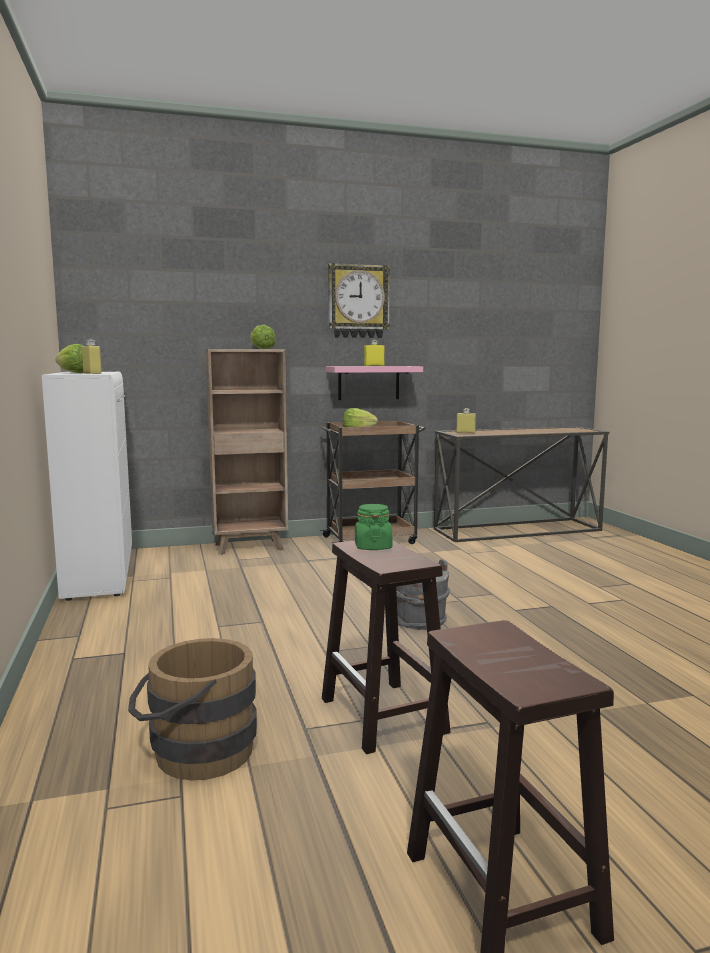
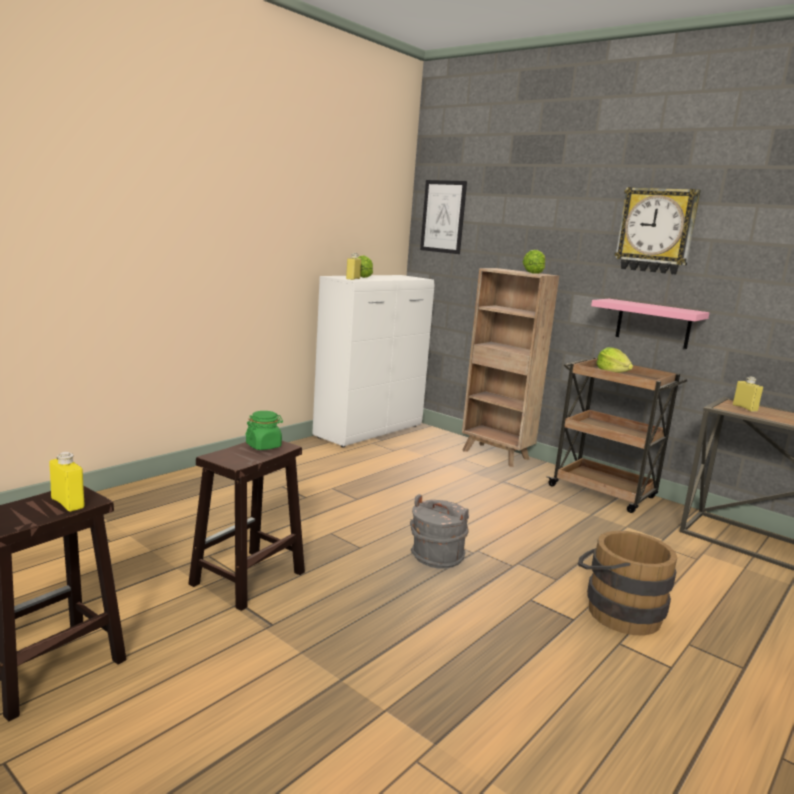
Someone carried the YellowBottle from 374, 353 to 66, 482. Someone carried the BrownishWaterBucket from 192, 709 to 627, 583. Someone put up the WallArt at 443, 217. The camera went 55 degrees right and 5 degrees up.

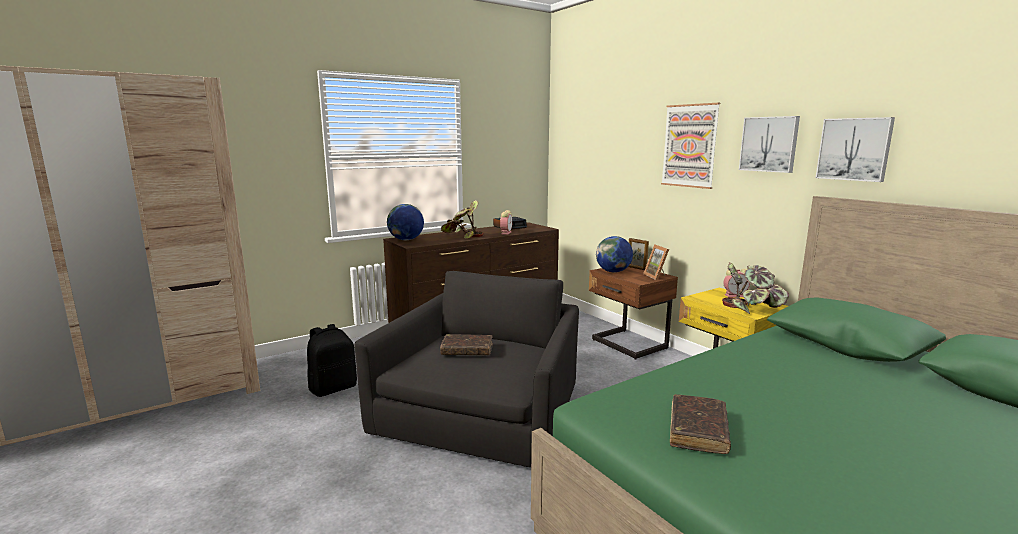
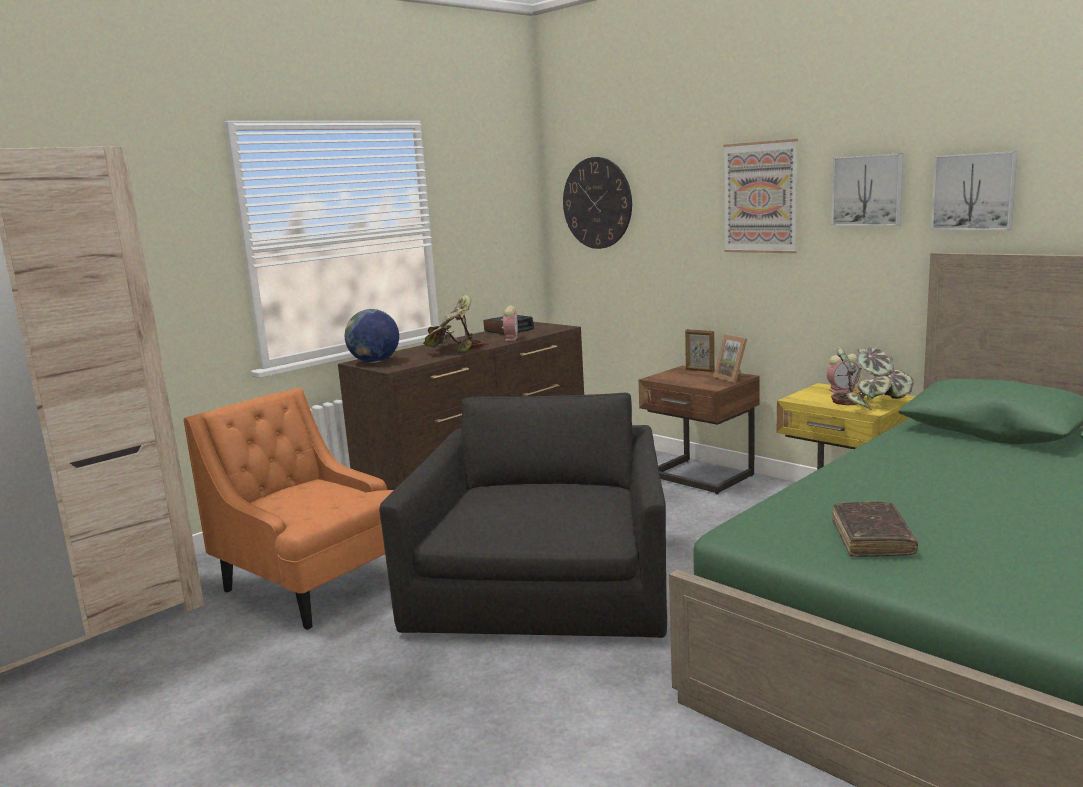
Someone took away the DeskGlobe at 614, 254. Someone swapped the BlackColouredRucksack at 332, 360 for the OrangeColouredEasyChair at 289, 508. Someone took away the BrownishBoundBook at 466, 344. Someone put up the HangingClock at 597, 203. The camera went 10 degrees left and 0 degrees up.

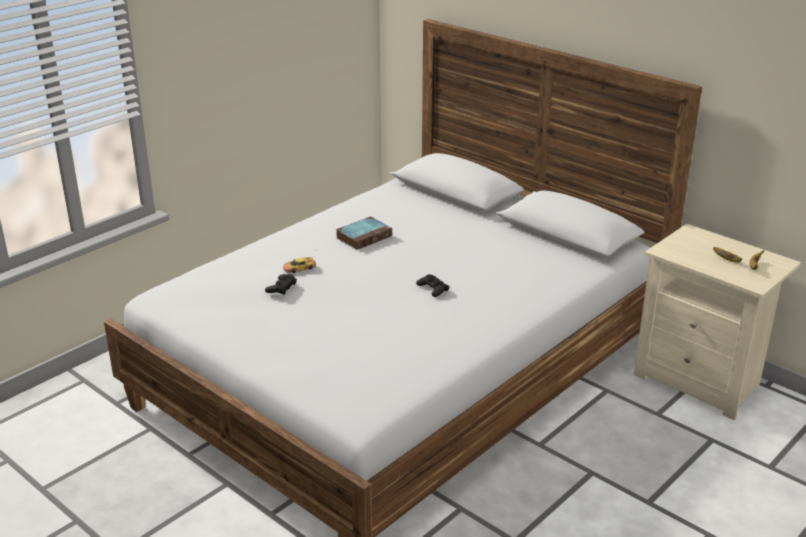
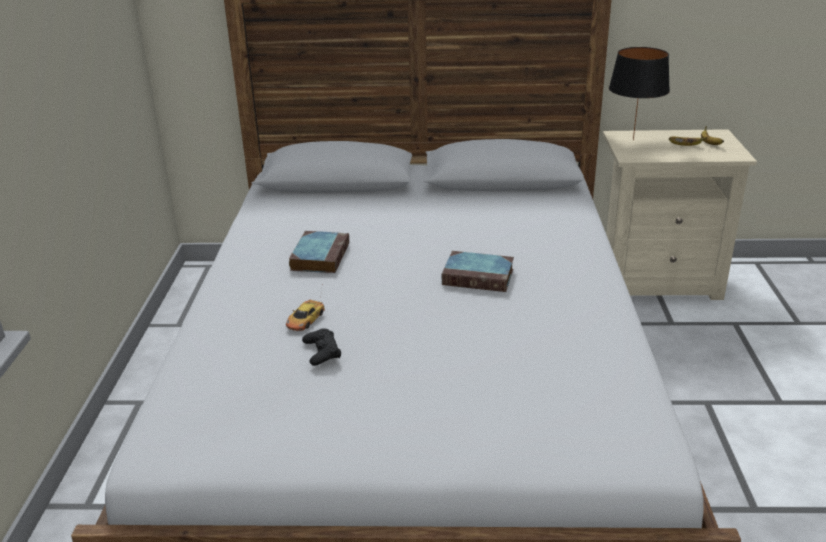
Someone swapped the BlackColouredGameController at 432, 285 for the BoundBook at 478, 271. Someone put down the BlackColouredLampForATable at 639, 93. The camera went 40 degrees left and 0 degrees up.

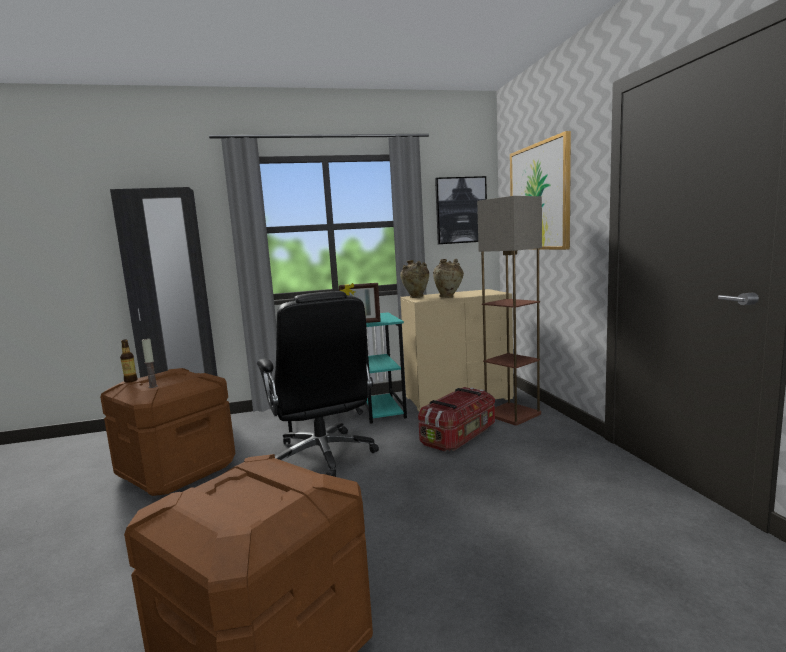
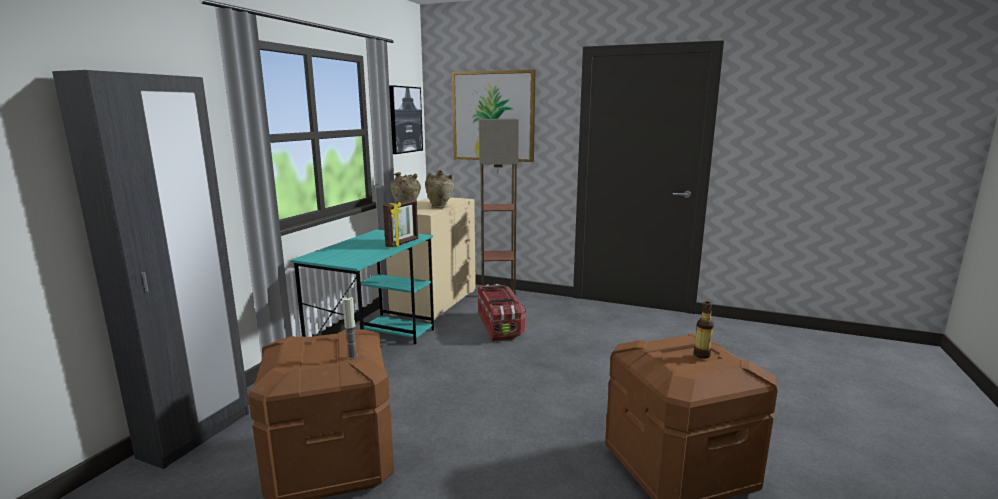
Someone took away the BlackColouredComputerChair at 318, 384. Someone carried the Bottle from 128, 361 to 704, 330. The camera went 55 degrees left and 5 degrees up.

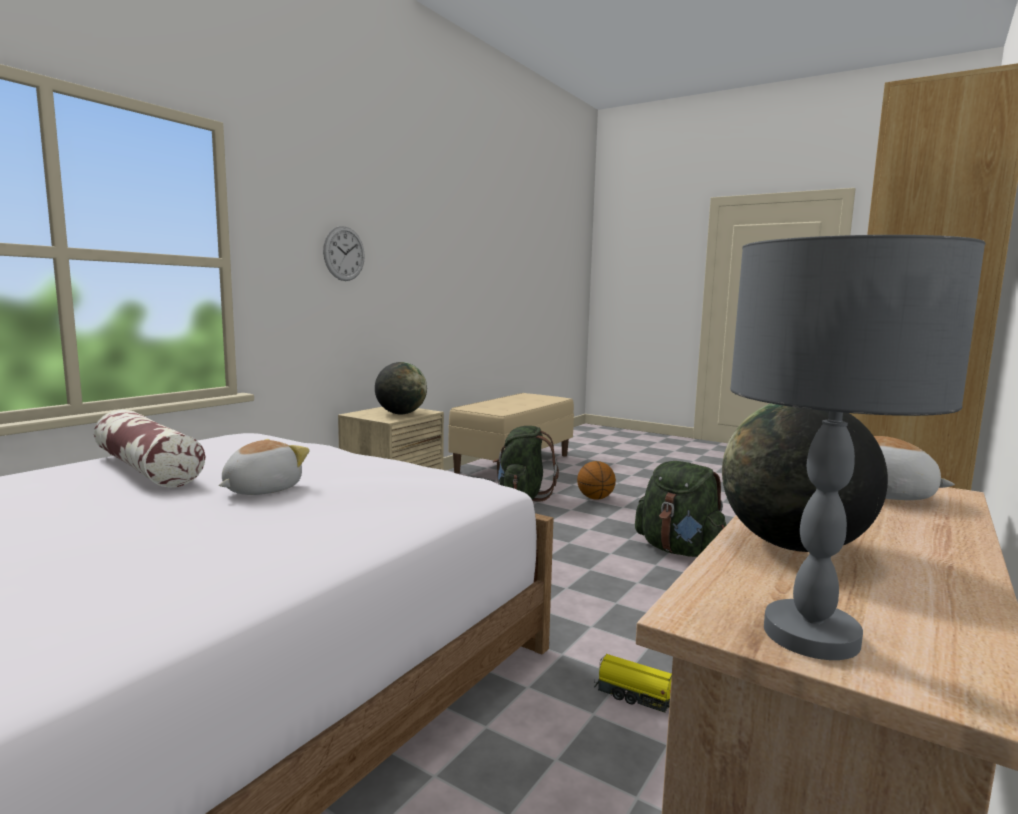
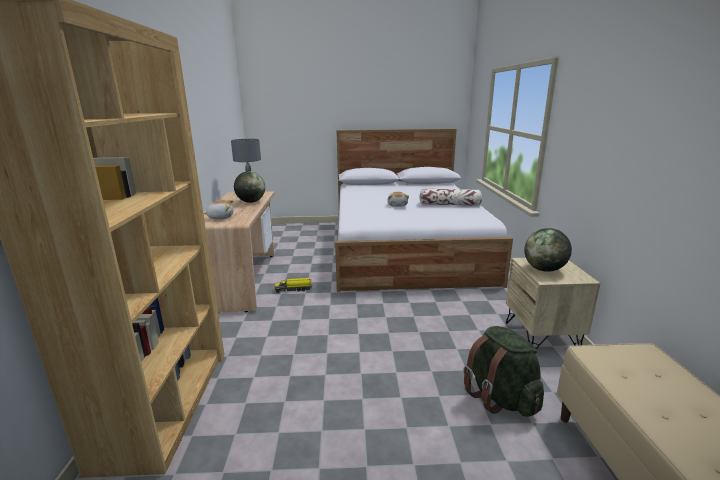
Someone took away the HangingClock at 344, 253. Someone took away the BallForBasketball at 596, 480. Someone took away the GreenishRucksack at 680, 509. The camera went 145 degrees right and 10 degrees up.

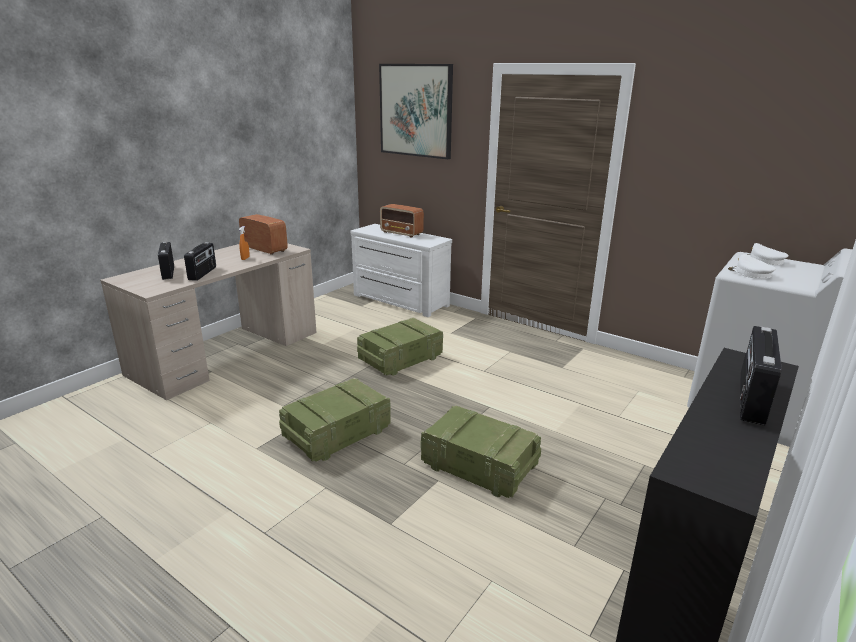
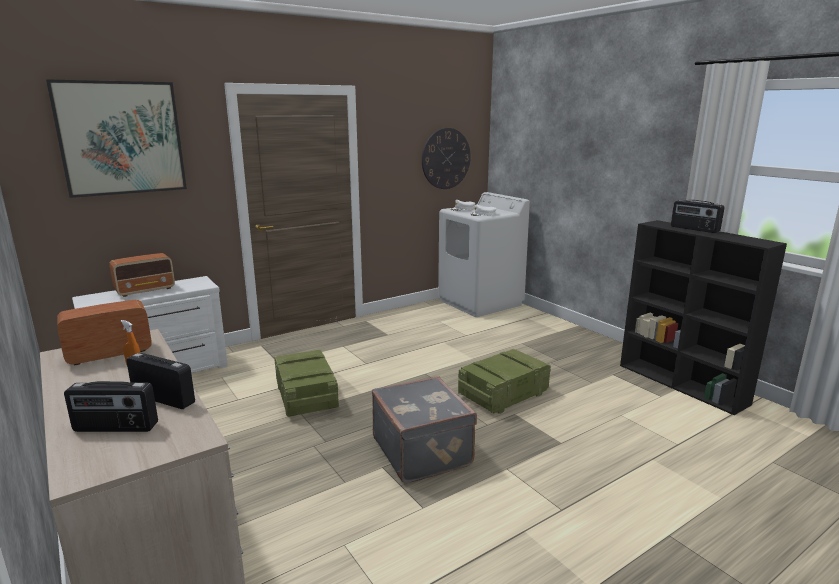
Someone swapped the PackingCrate at 335, 420 for the GreyishTravelCase at 424, 429. Someone put up the HangingClock at 446, 158. The camera went 70 degrees left and 5 degrees down.

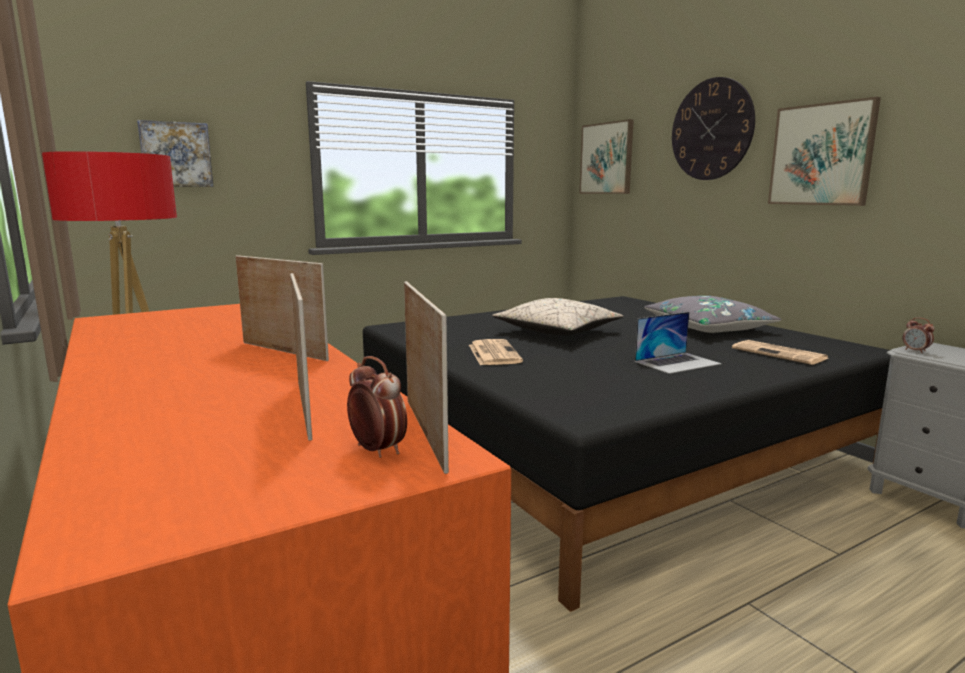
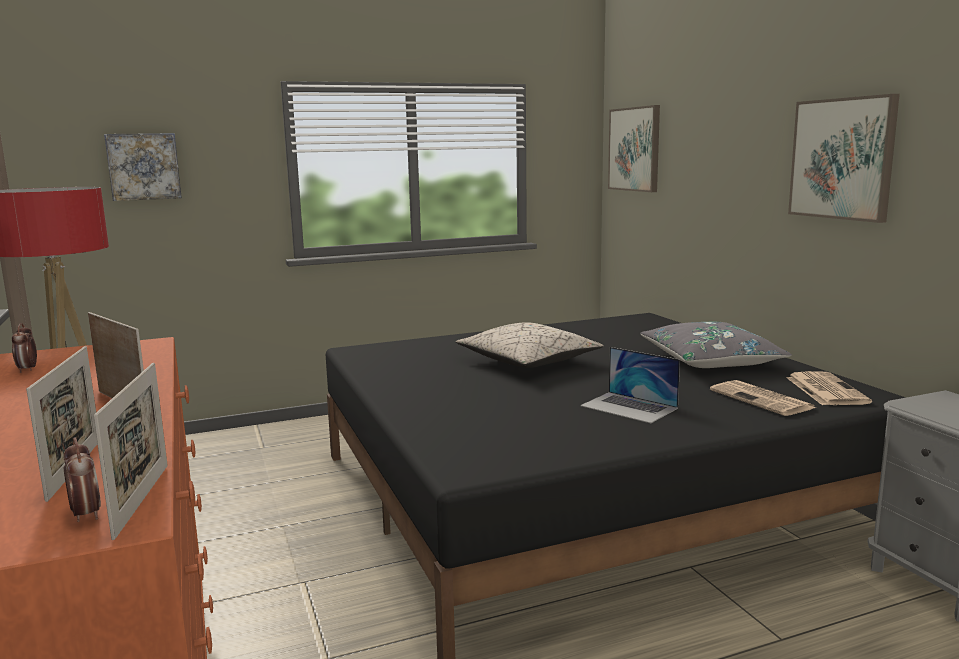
Someone took away the HangingClock at 713, 128. Someone rotated the Laptop at 678, 343 by 60 degrees clockwise. Someone carried the AlarmClock from 918, 335 to 24, 348. Someone carried the Newspaper from 496, 352 to 829, 388. The camera went 10 degrees right and 0 degrees up.

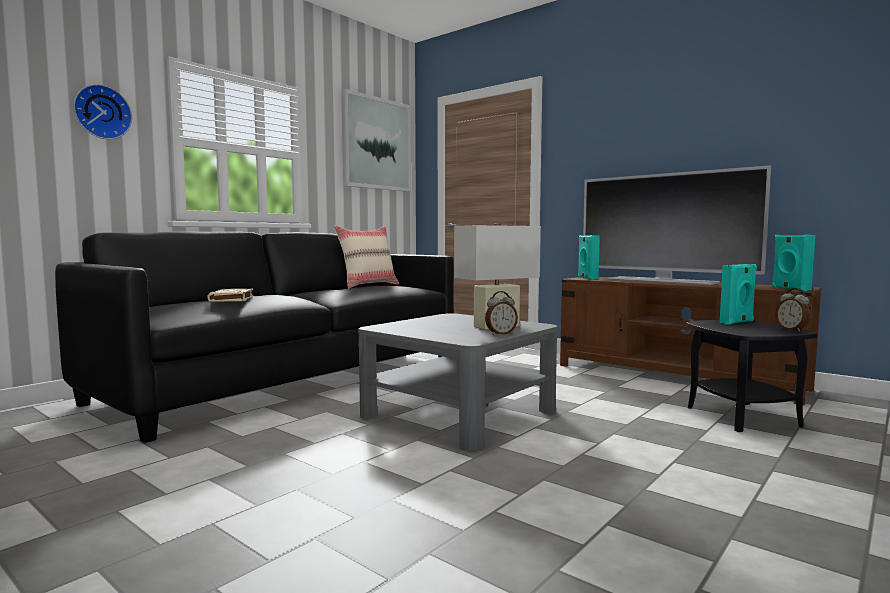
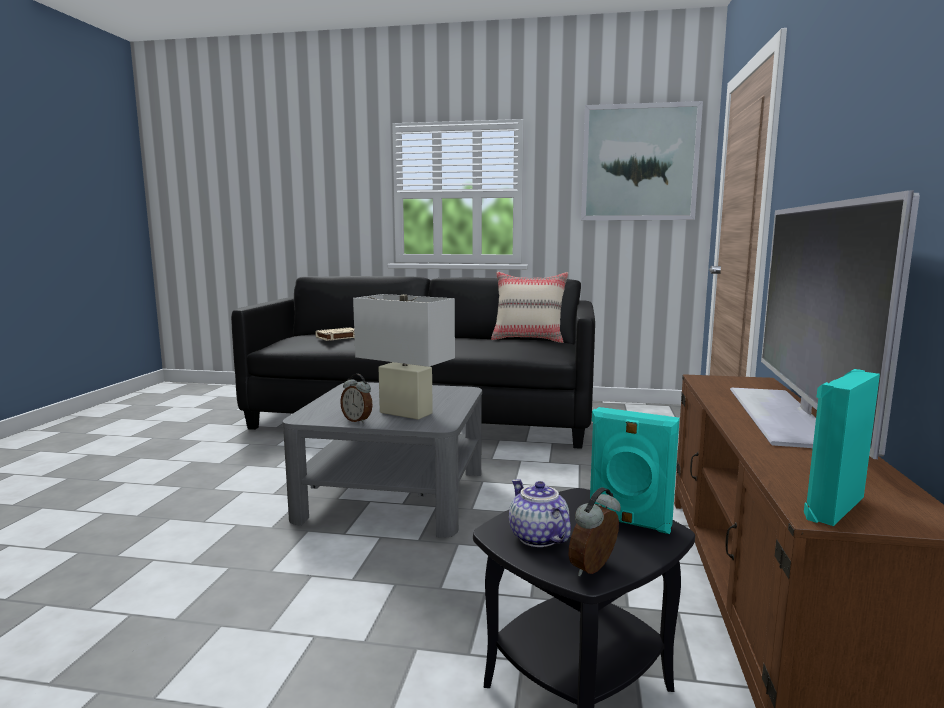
Someone took away the HangingClock at 102, 112. Someone took away the TurquoiseLoudspeaker at 589, 257. Someone put down the PotForTea at 540, 513. The camera went 60 degrees right and 5 degrees up.

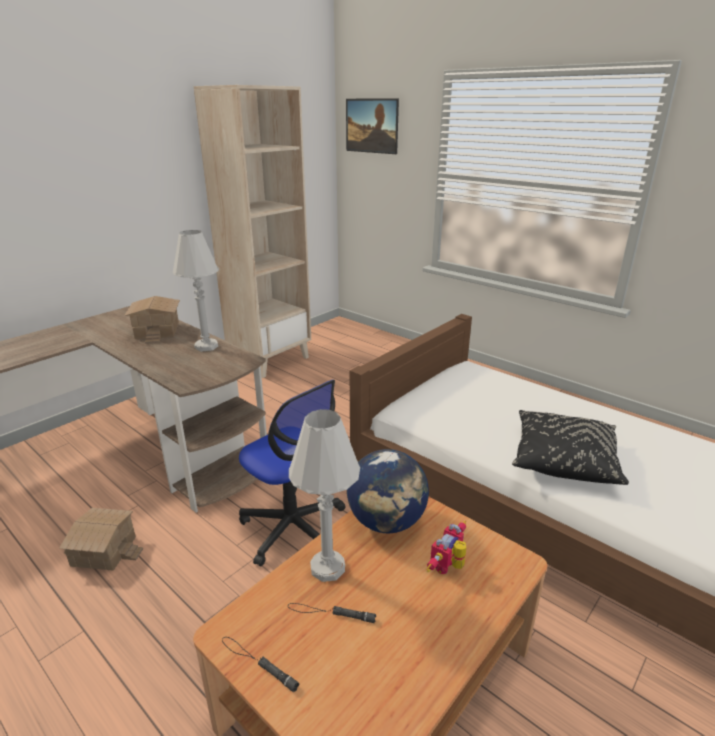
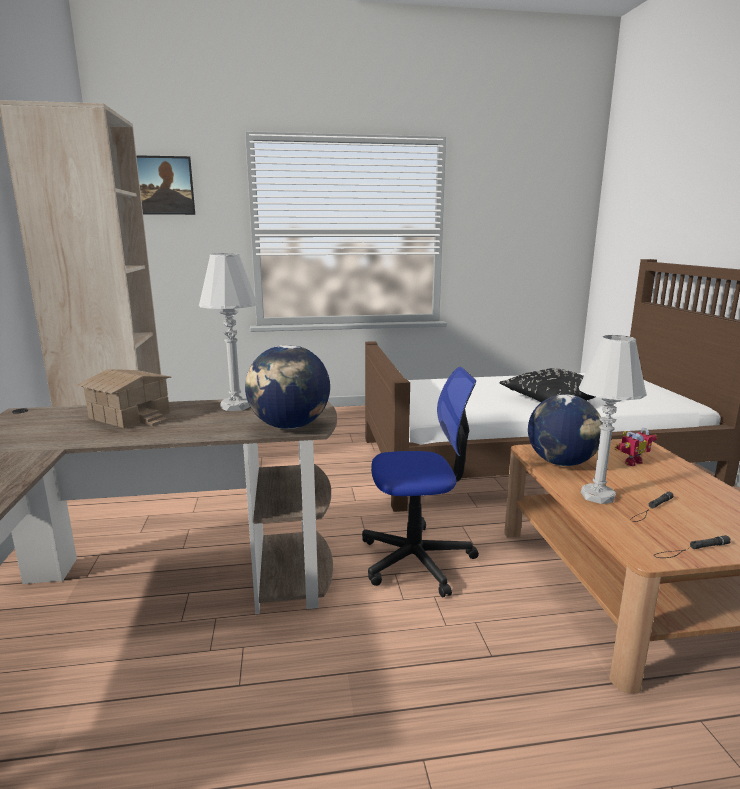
Someone took away the ModelHouse at 101, 539. Someone rotated the RobotFigure at 446, 547 by 105 degrees counterclockwise. Someone put down the DeskGlobe at 287, 387. The camera went 50 degrees left and 10 degrees down.

